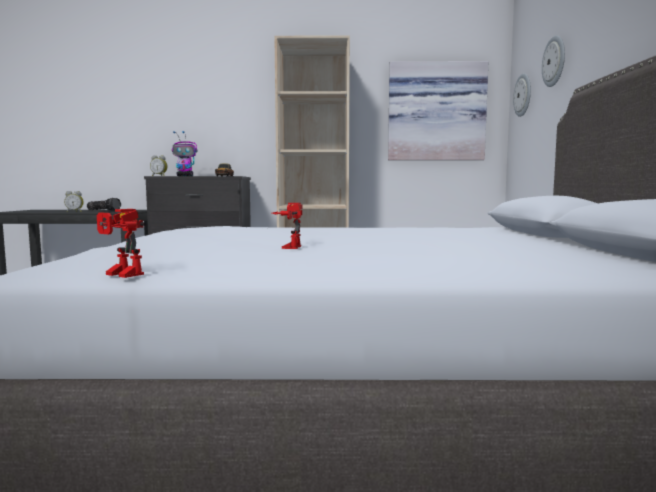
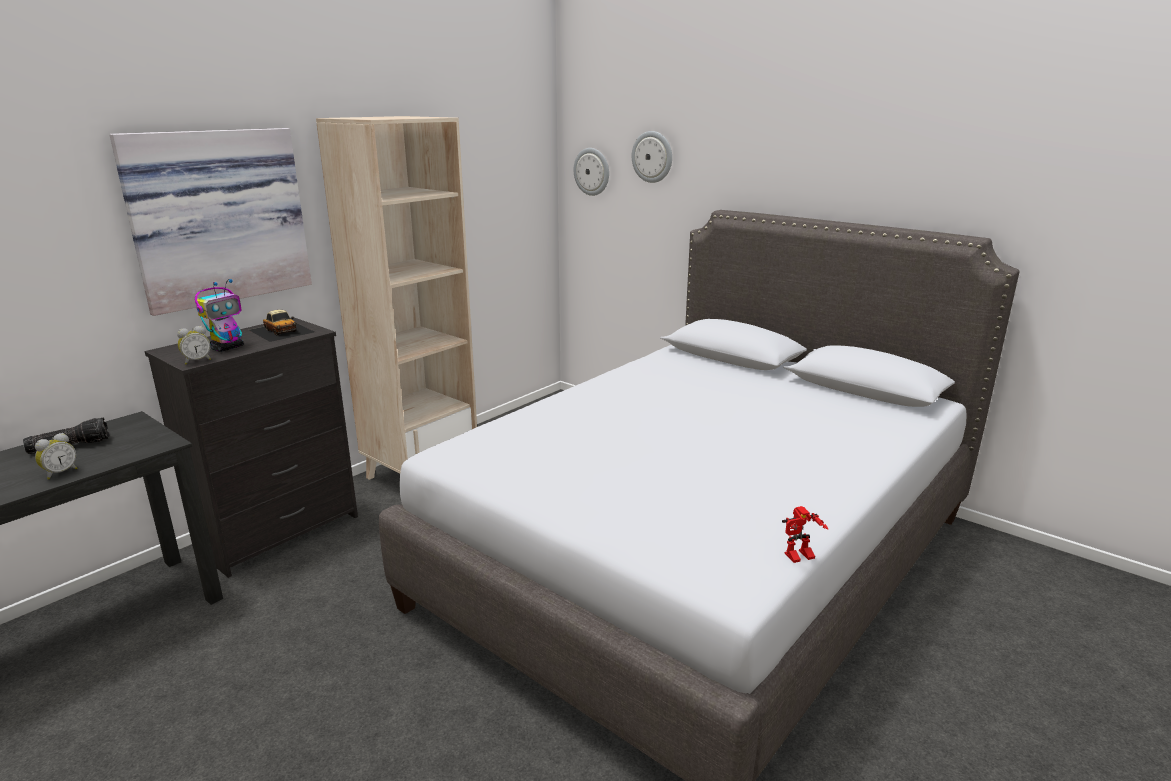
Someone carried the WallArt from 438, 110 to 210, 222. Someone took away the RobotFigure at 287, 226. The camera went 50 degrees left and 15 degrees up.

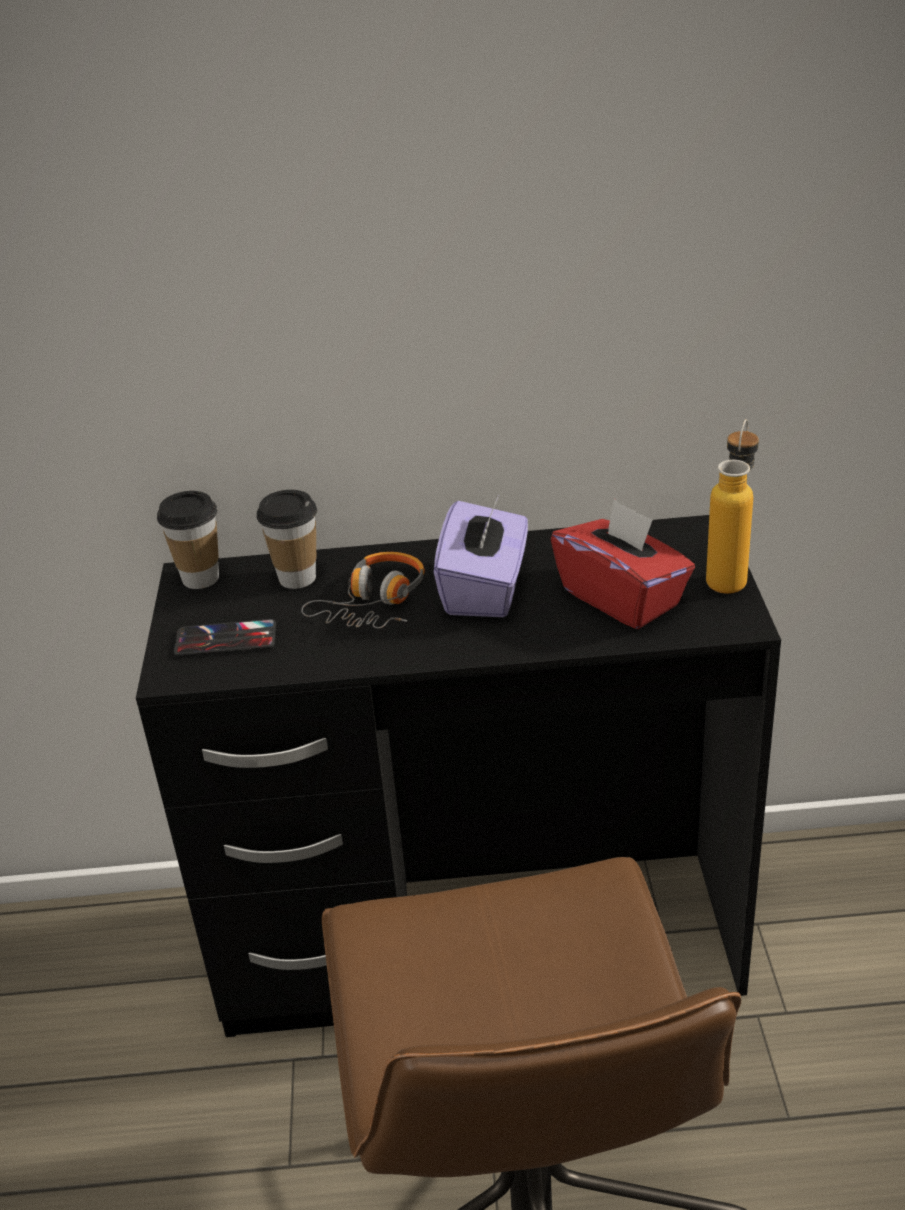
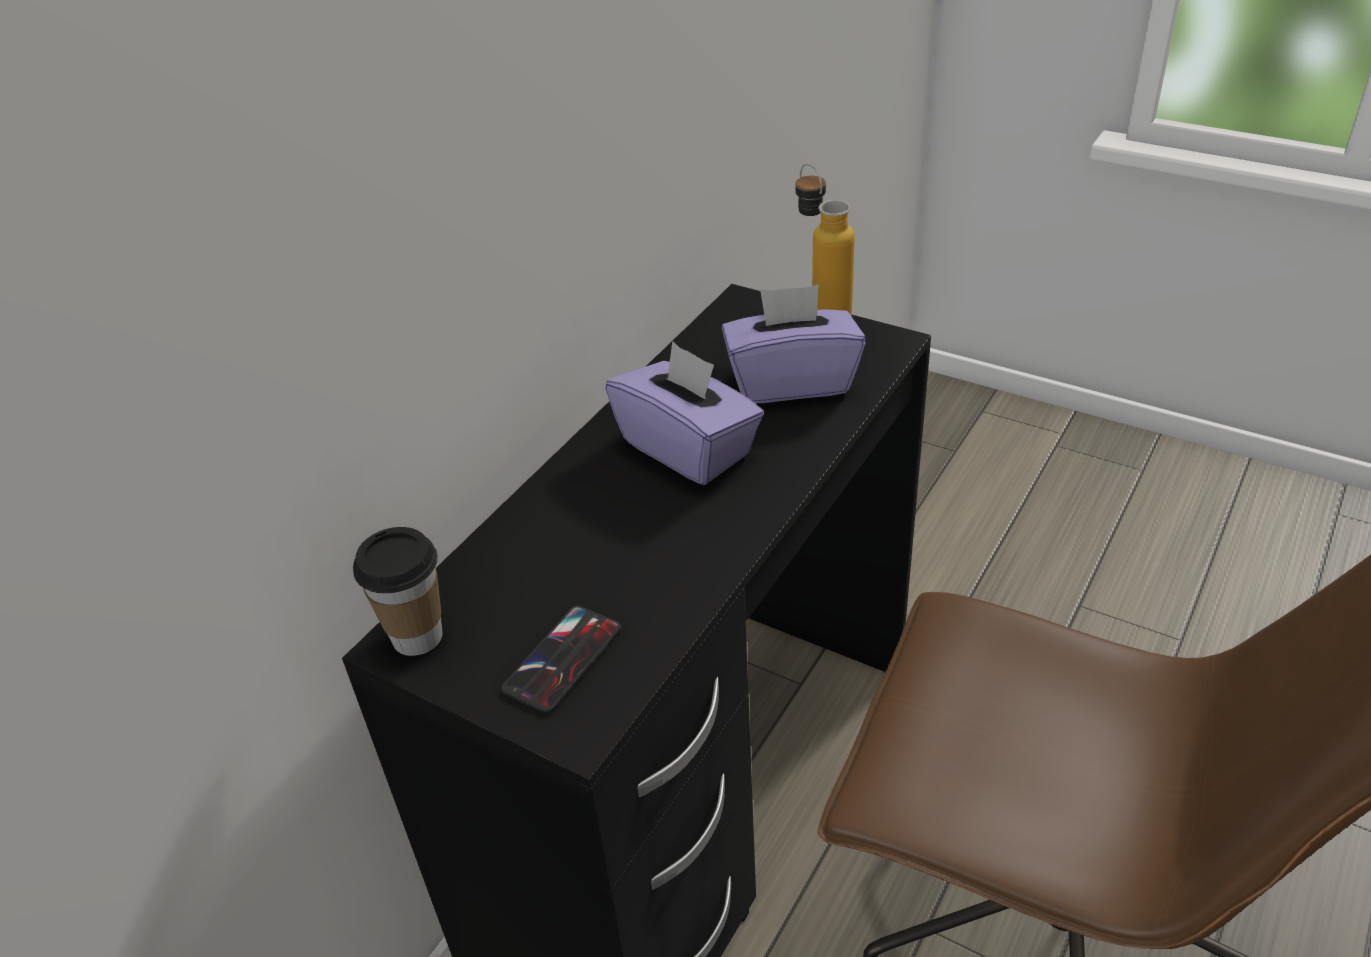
Someone took away the Cup at 287, 539. Someone repainted the RedBoxOfTissues at 623, 564, which became the PurpleBoxOfTissues at 794, 344. Someone took away the PairOfHeadphones at 363, 590. The camera went 55 degrees left and 5 degrees up.

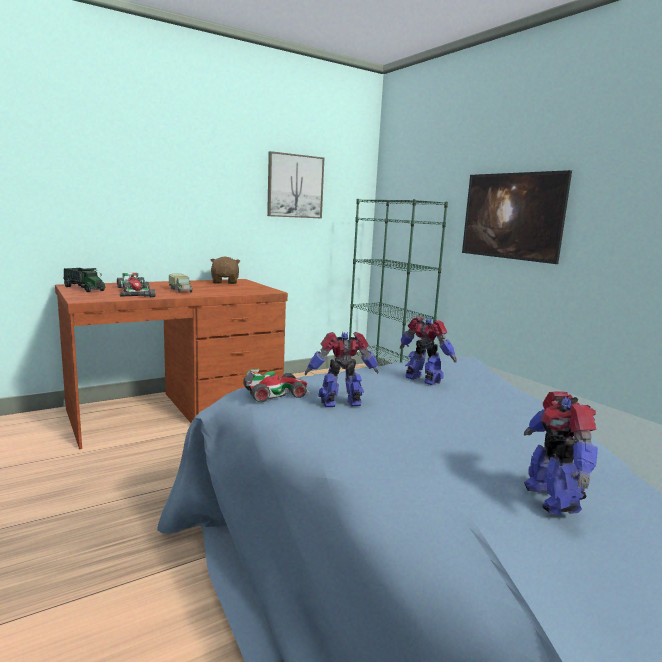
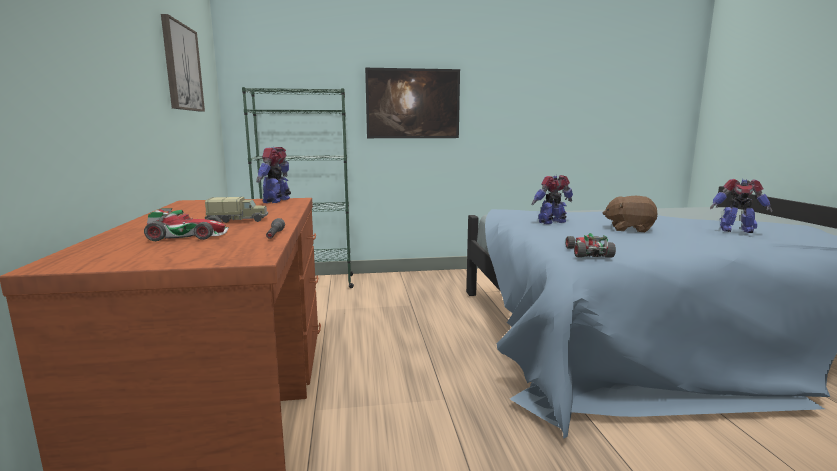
Someone carried the BrownishSoftToy from 225, 270 to 630, 214. Someone took away the ModelTruck at 84, 280. Someone carried the RobotFigure from 341, 369 to 273, 175. The camera went 65 degrees left and 0 degrees up.

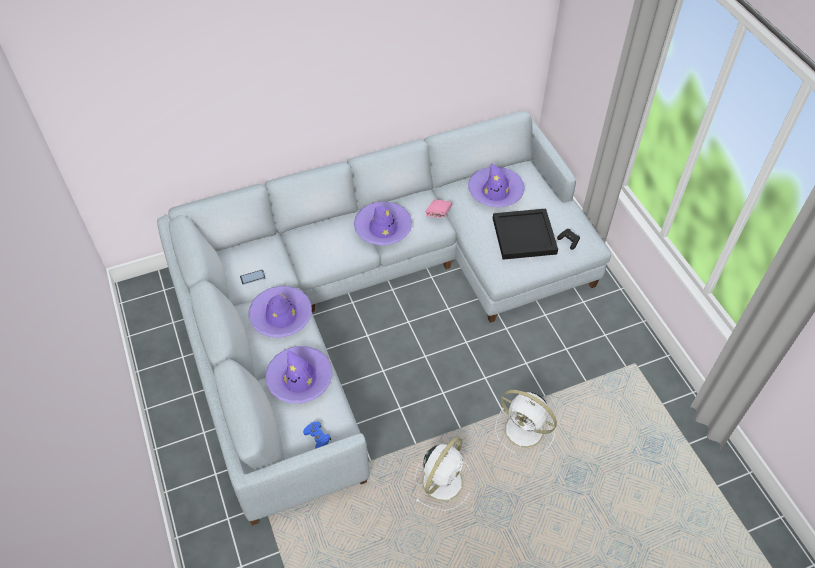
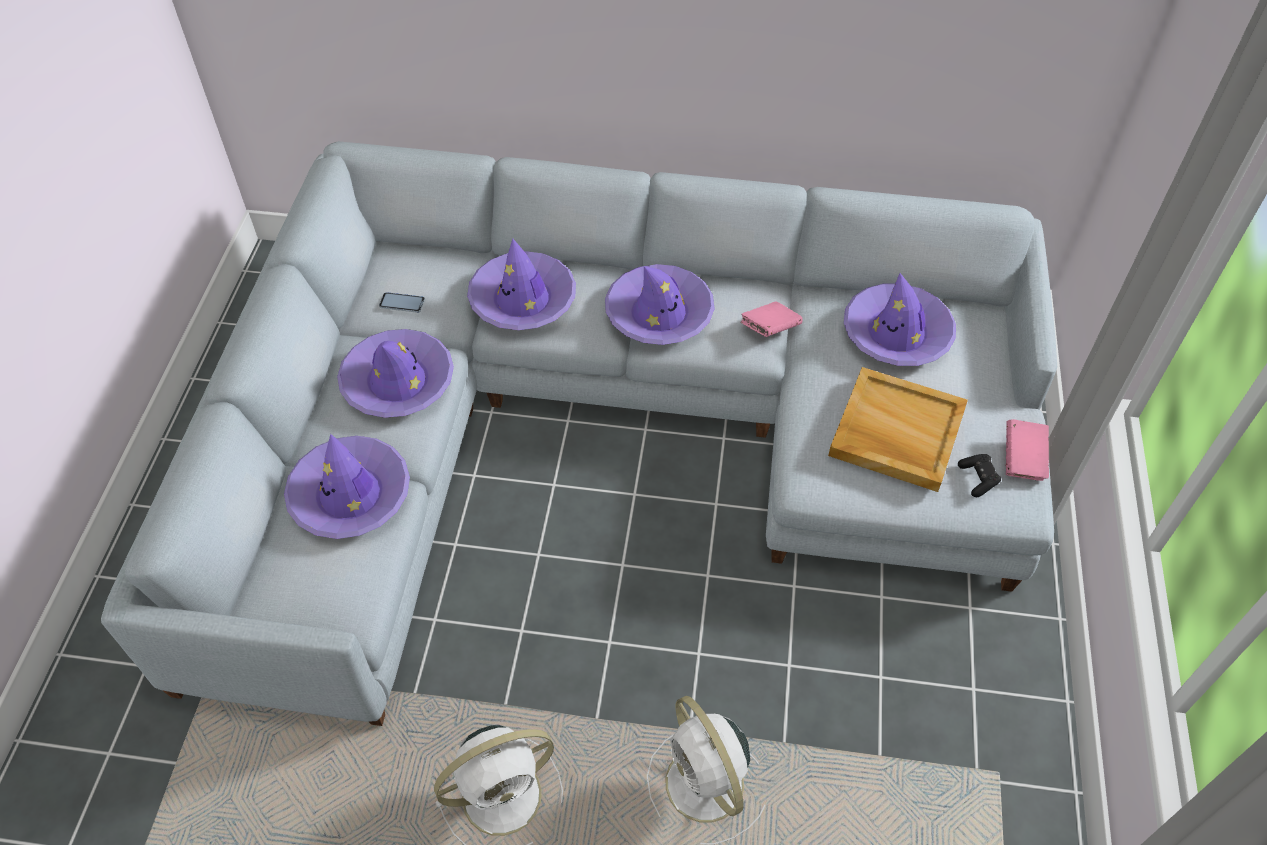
Someone repainted the BlackColouredServingTray at 525, 234, which became the BeigeServingTray at 898, 429. Someone took away the BlueColouredGameController at 317, 435. Someone put down the PurpleWearableHat at 521, 284. Someone put down the PinkBoundBook at 1027, 450. The camera went 30 degrees right and 0 degrees up.

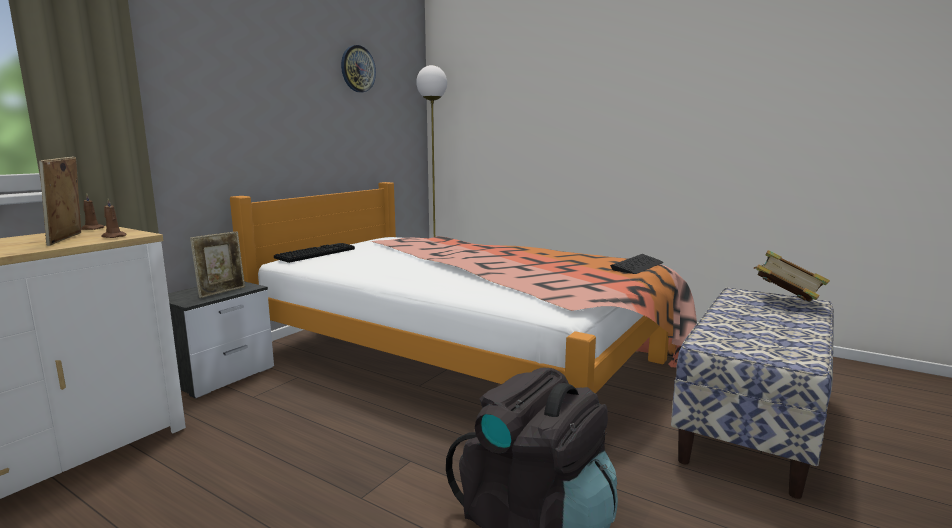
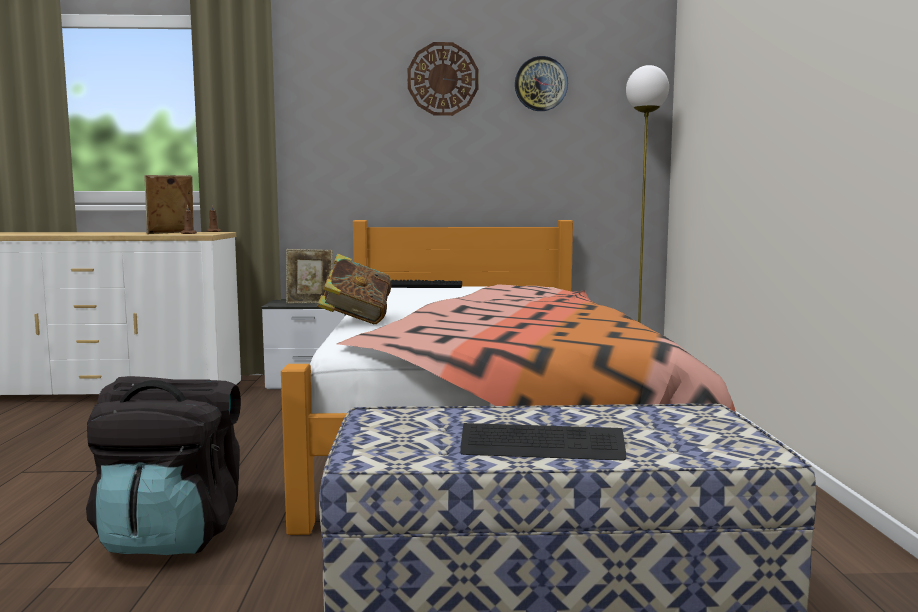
Someone carried the BoundBook from 792, 276 to 354, 289. Someone carried the ComputerKeyboard from 636, 264 to 543, 441. Someone put up the HangingClock at 443, 79. The camera went 55 degrees right and 5 degrees down.

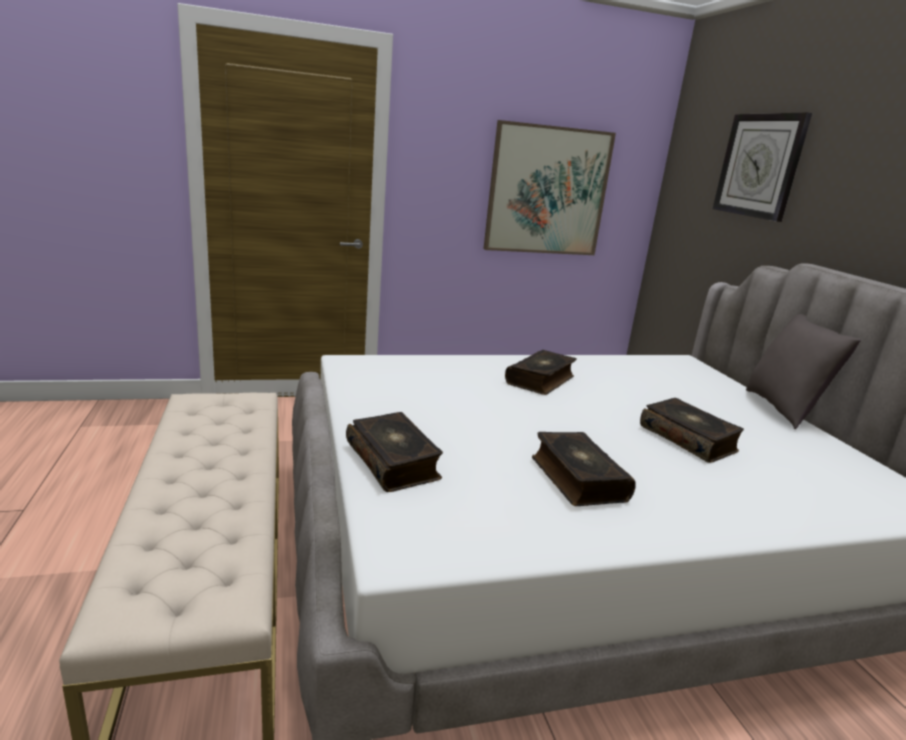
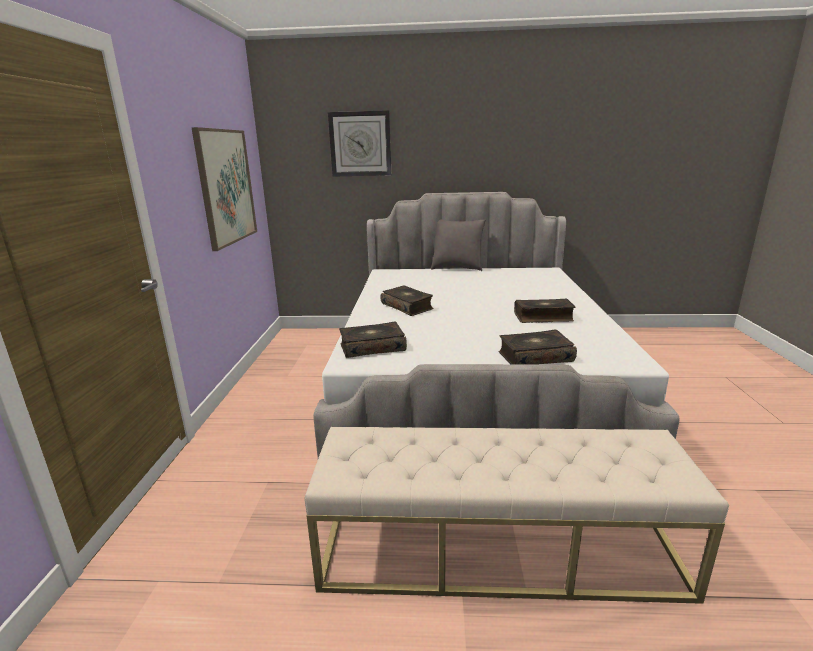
Someone carried the BoundBook from 692, 430 to 373, 340. The camera went 70 degrees left and 0 degrees up.

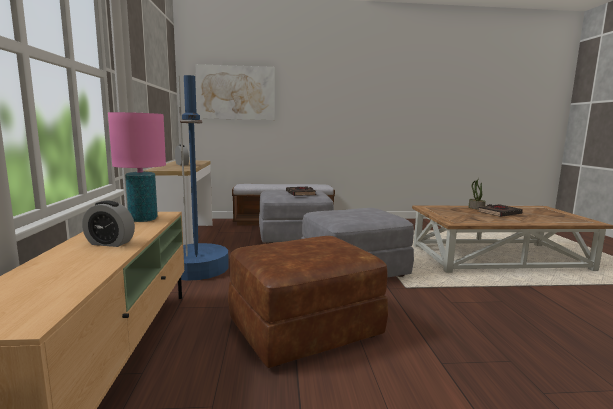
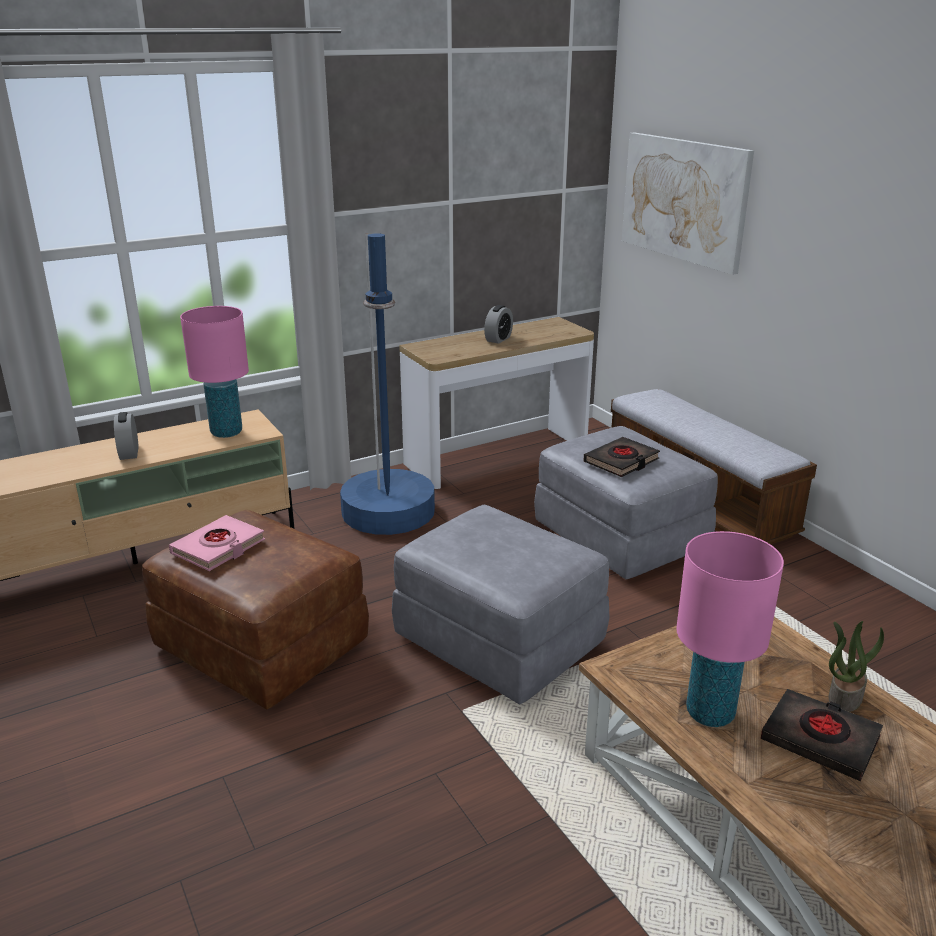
Someone put down the PinkBoundBook at 217, 543. Someone put down the PinkLampForATable at 730, 629. The camera went 65 degrees right and 15 degrees up.

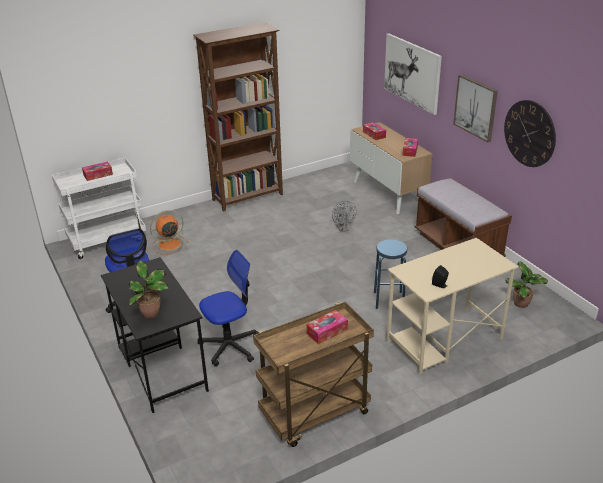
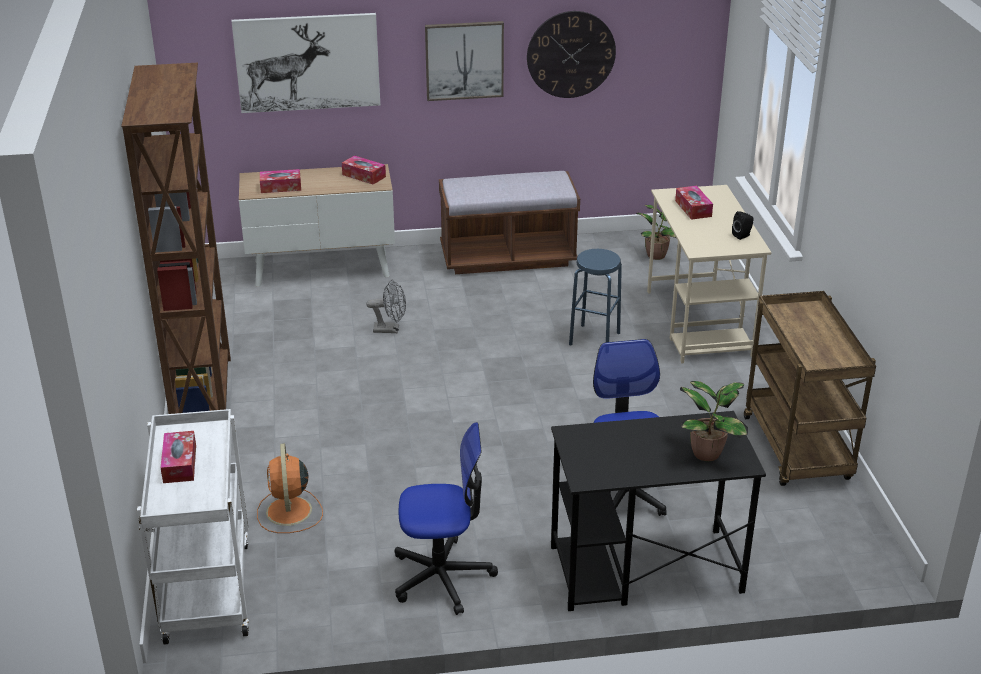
Someone carried the BoxOfTissues from 327, 327 to 694, 203. The camera went 70 degrees left and 0 degrees up.

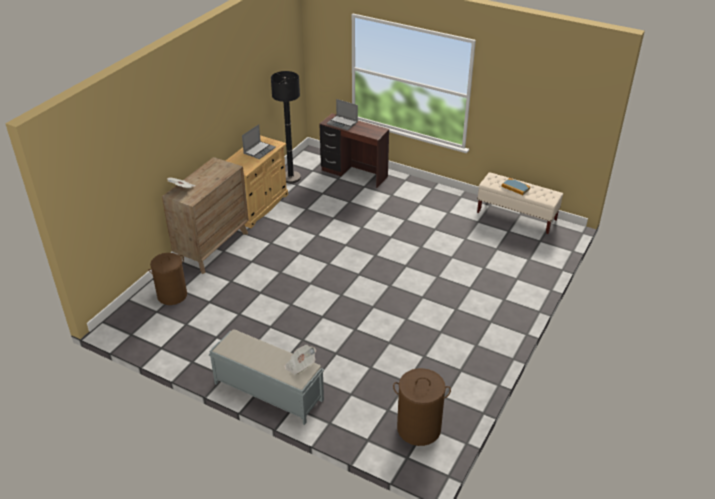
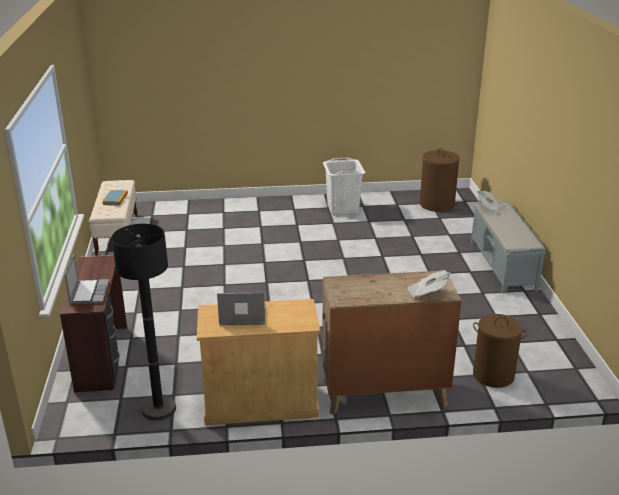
Someone put down the WhiteColouredLaundryBasket at 344, 186. The camera went 125 degrees left and 10 degrees down.

